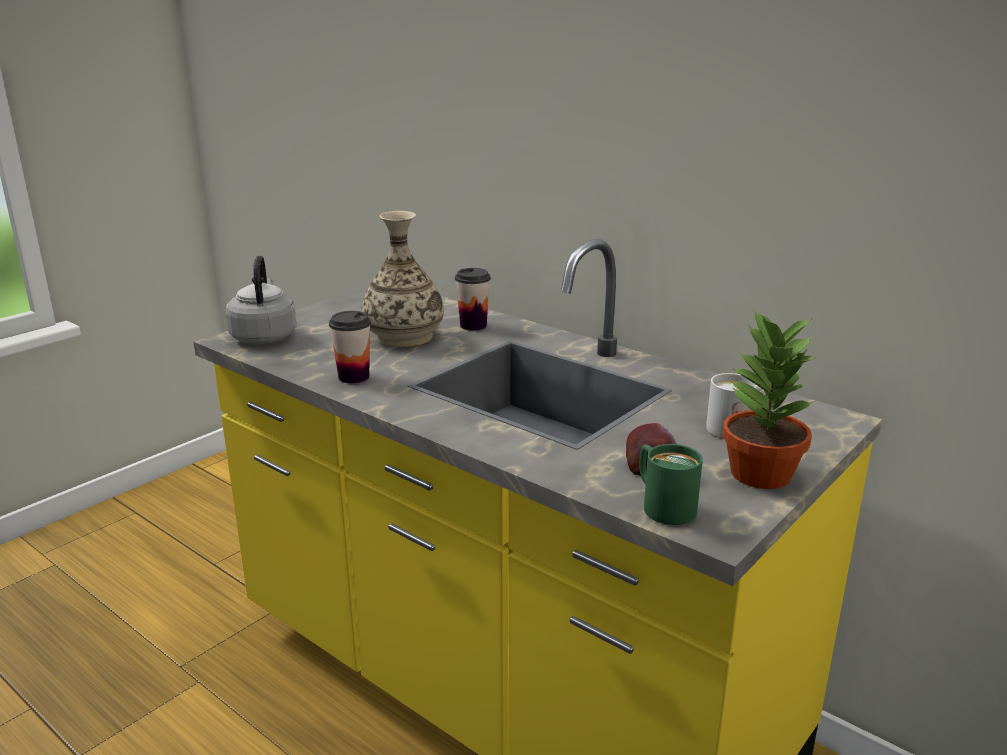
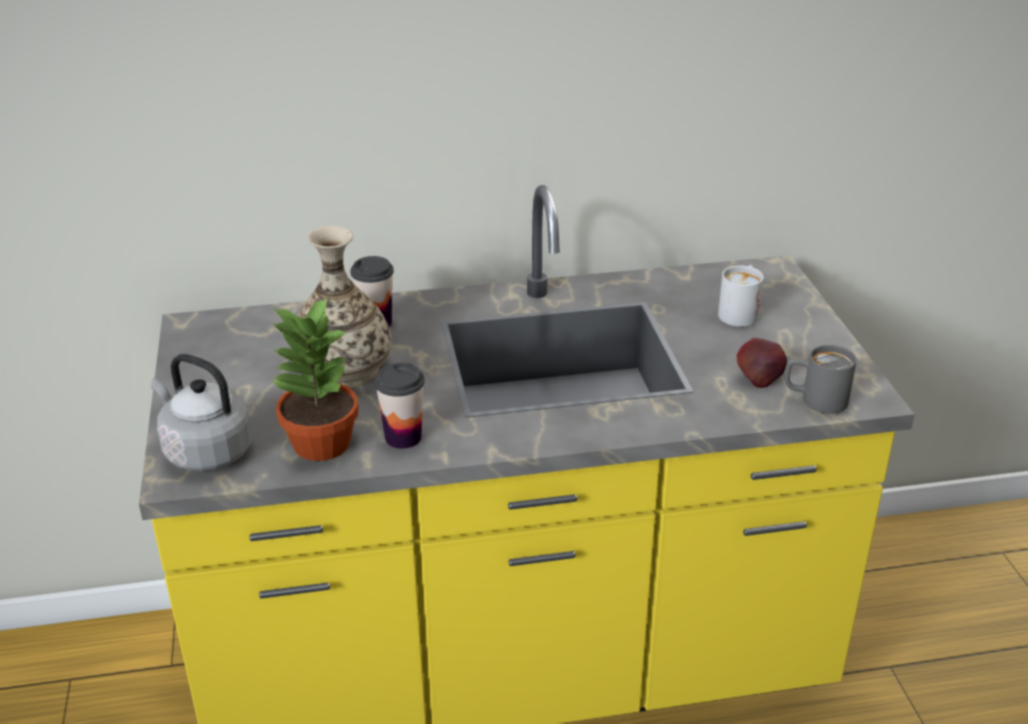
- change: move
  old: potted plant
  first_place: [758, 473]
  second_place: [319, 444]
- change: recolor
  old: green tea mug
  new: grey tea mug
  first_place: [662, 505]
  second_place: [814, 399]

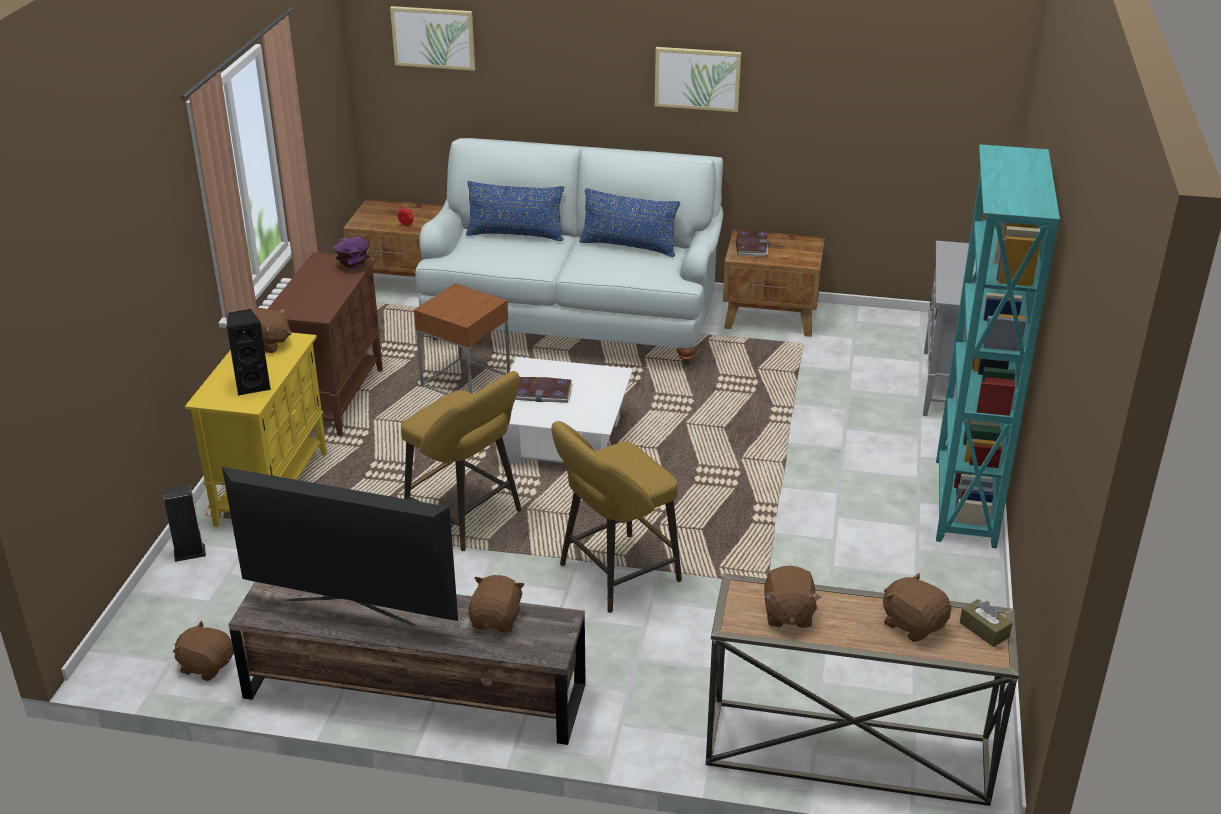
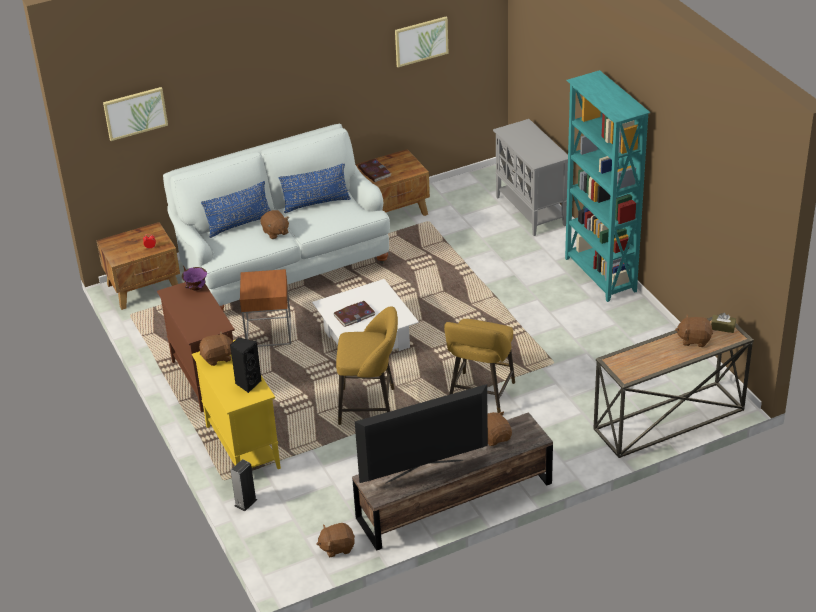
- change: move
  old: wall picture
  first_place: [697, 78]
  second_place: [421, 41]
- change: move
  old: brownish cuddly toy
  first_place: [787, 614]
  second_place: [275, 232]

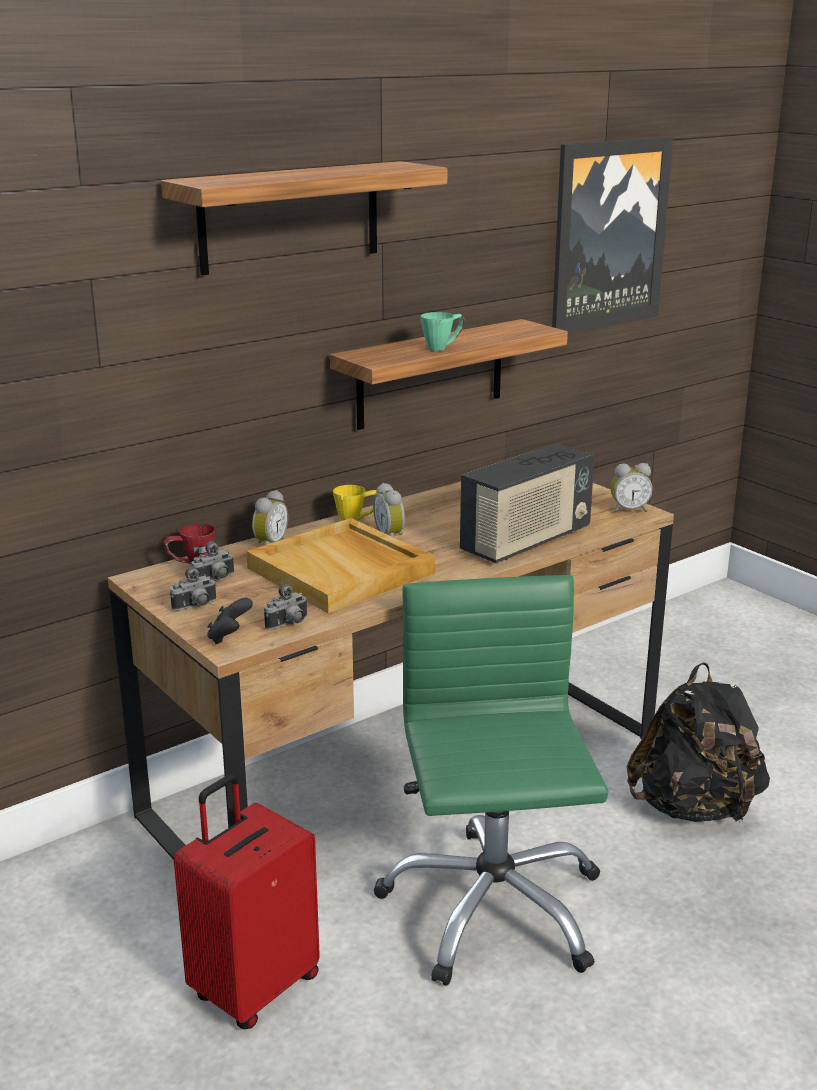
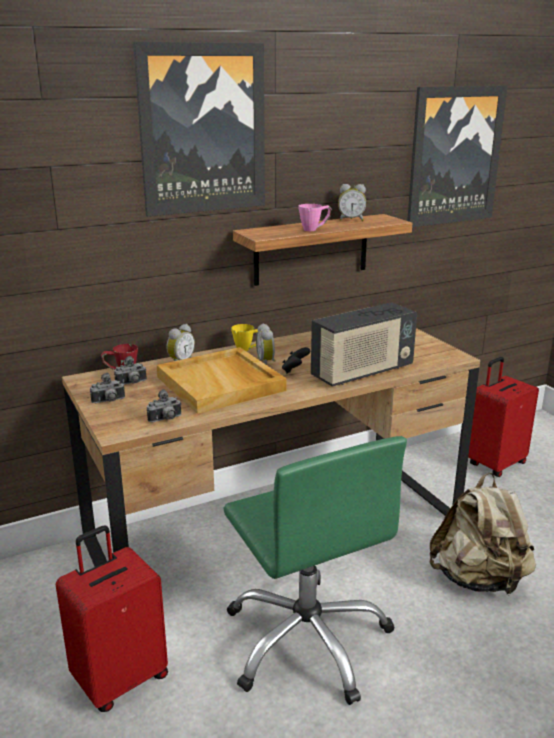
- change: replace
  old: bracket shelf
  new: wall picture
  first_place: [290, 217]
  second_place: [202, 129]
- change: recolor
  old: green tea mug
  new: pink-coloured tea mug
  first_place: [443, 347]
  second_place: [314, 229]
- change: move
  old: bedside clock
  first_place: [629, 510]
  second_place: [351, 220]
- change: rotate
  old: green desk chair
  first_place: [492, 907]
  second_place: [307, 639]
  degrees: 150
- change: move
  old: blackish game controller
  first_place: [229, 637]
  second_place: [295, 370]
- change: recolor
  old: blackish knapsack
  new: beige knapsack
  first_place: [694, 808]
  second_place: [479, 579]
- change: insert
  new: reddish travel case
  second_place: [495, 463]

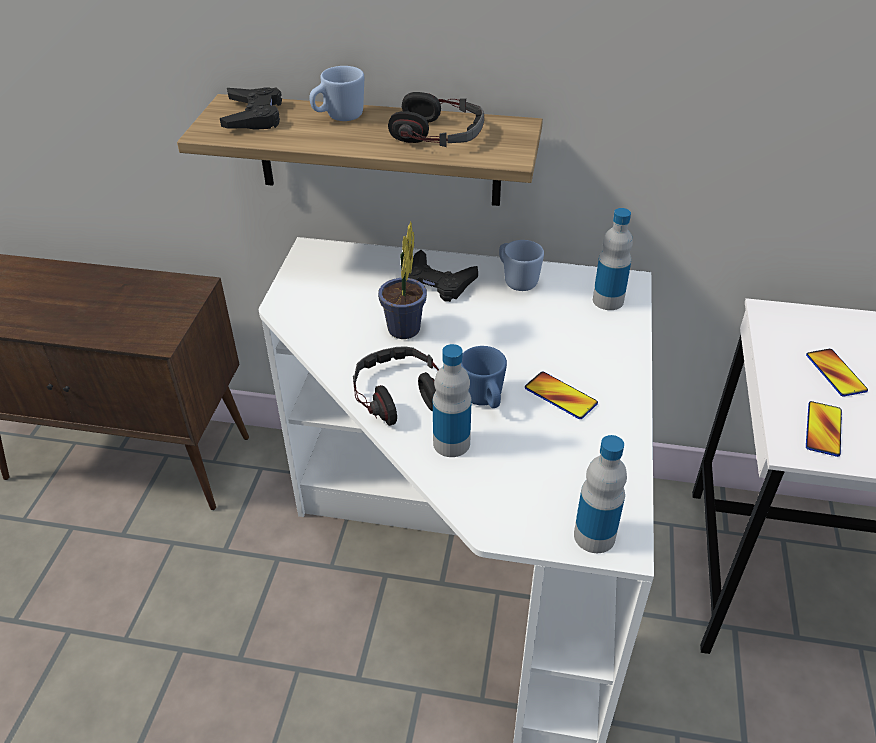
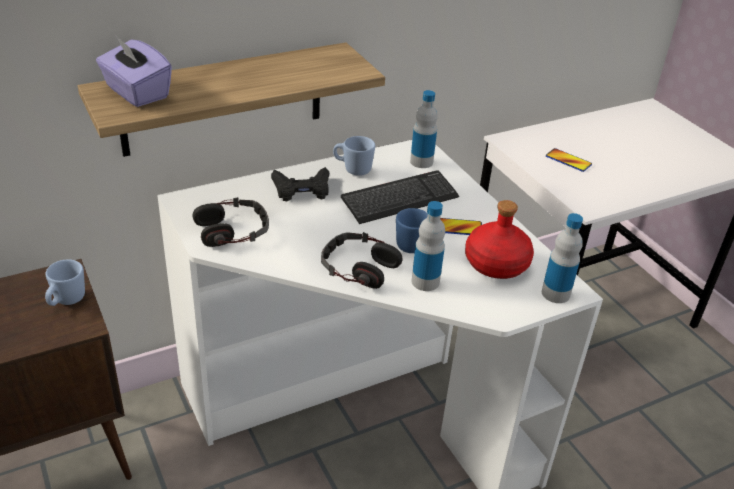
- change: move
  old: bluish tea mug
  first_place: [338, 117]
  second_place: [66, 301]
- change: replace
  old: blackish game controller
  new: purplish box of tissues
  first_place: [253, 115]
  second_place: [136, 92]
- change: move
  old: pair of headphones
  first_place: [438, 133]
  second_place: [232, 230]
- change: delete
  old: potted plant
  first_place: [403, 332]
- change: delete
  old: telephone
  first_place: [823, 429]
- change: insert
  new: computer keyboard
  second_place: [400, 199]
- change: insert
  new: reddish bottle
  second_place: [495, 264]

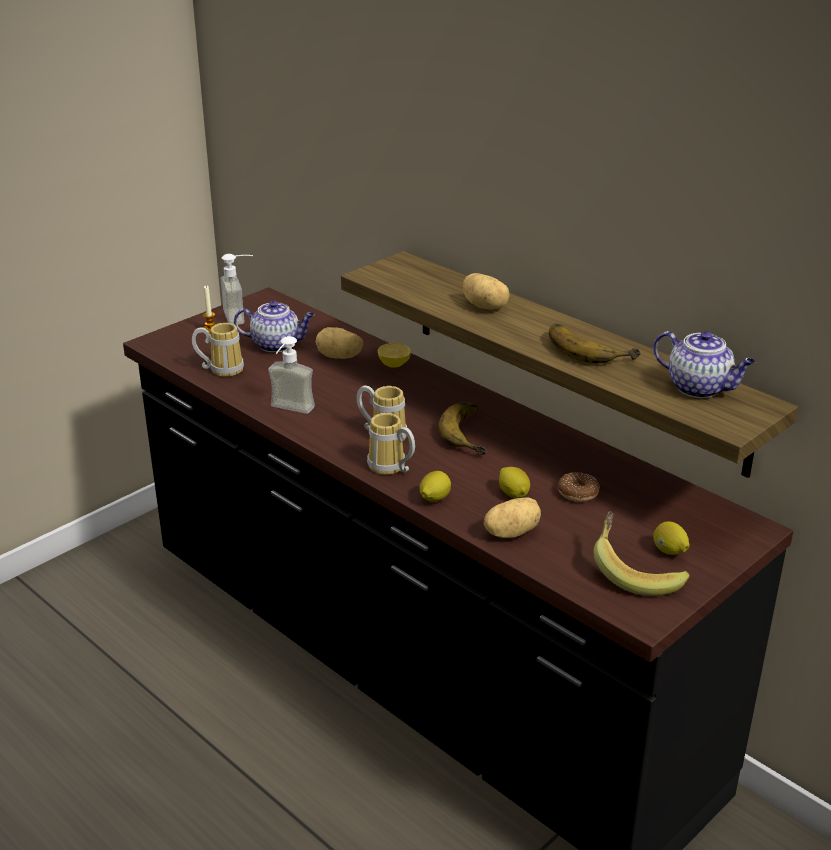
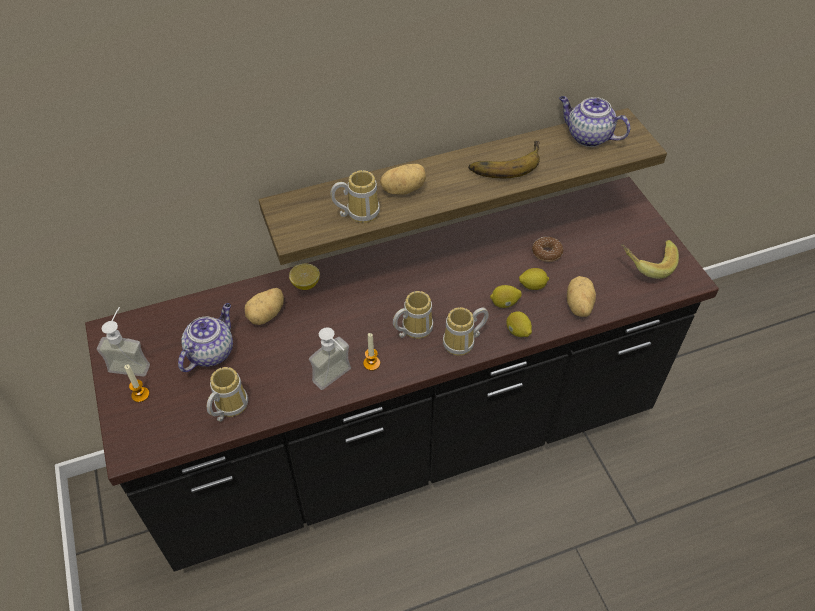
- change: rotate
  old: teapot
  first_place: [700, 388]
  second_place: [587, 137]
  degrees: -120
- change: delete
  old: banana fruit
  first_place: [472, 433]
- change: move
  old: whole lemon
  first_place: [669, 551]
  second_place: [504, 303]
- change: insert
  new: tea mug
  second_place: [358, 212]
- change: insert
  new: wax light
  second_place: [371, 363]

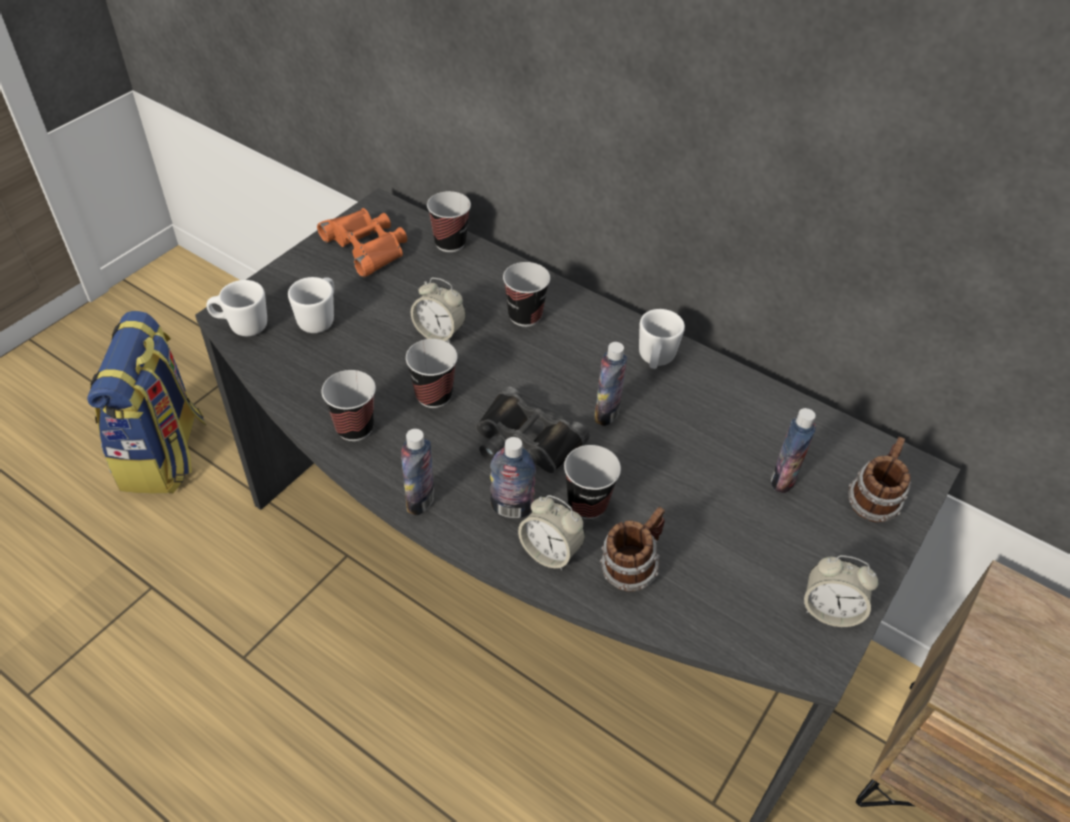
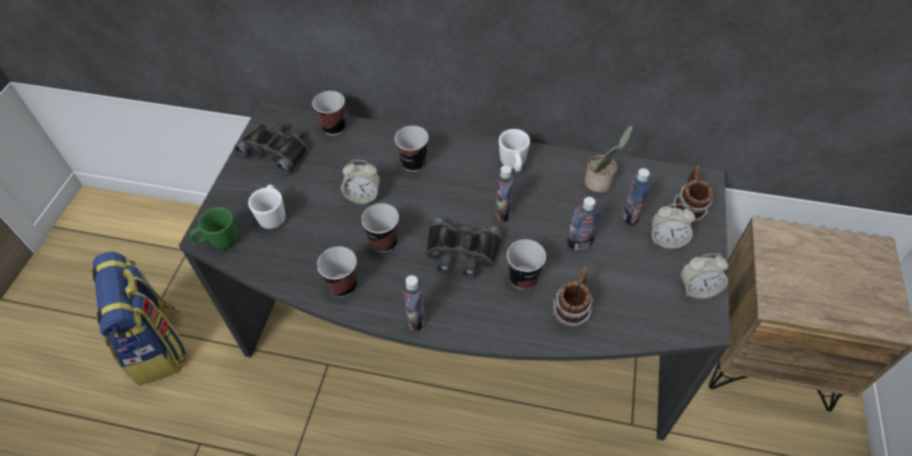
- change: recolor
  old: orange binoculars
  new: blackish binoculars
  first_place: [367, 246]
  second_place: [277, 150]
- change: recolor
  old: white-coloured tea mug
  new: green tea mug
  first_place: [242, 326]
  second_place: [219, 241]
- change: move
  old: bottle
  first_place: [511, 508]
  second_place: [579, 243]
- change: move
  old: bedside clock
  first_place: [550, 552]
  second_place: [666, 239]
- change: insert
  new: potted plant
  second_place: [600, 182]

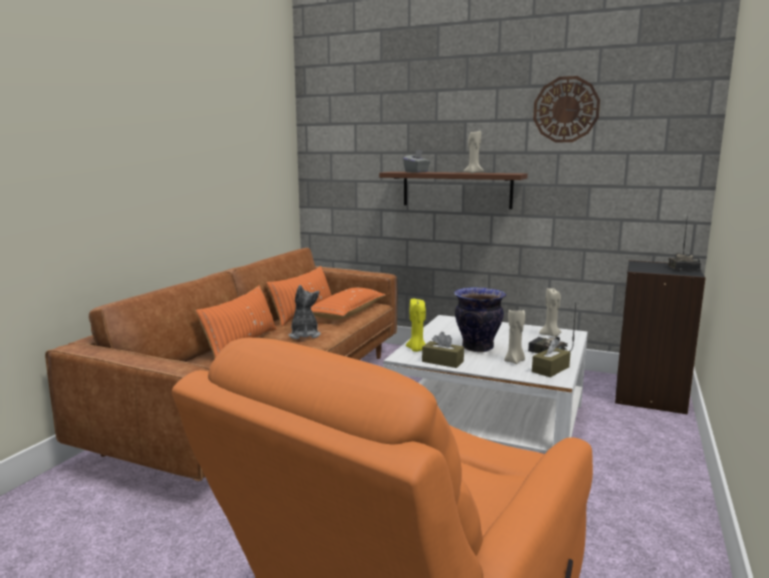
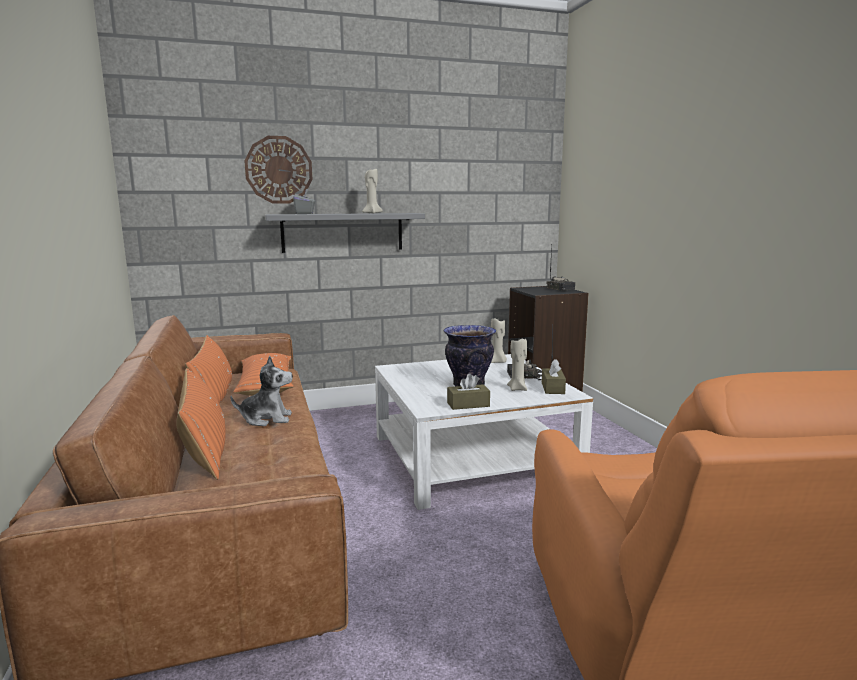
- change: move
  old: hanging clock
  first_place: [566, 109]
  second_place: [279, 170]
- change: recolor
  old: brownish bracket shelf
  new: grey bracket shelf
  first_place: [456, 189]
  second_place: [342, 232]
- change: rotate
  old: cuddly toy
  first_place: [304, 335]
  second_place: [266, 419]
  degrees: 135
- change: delete
  old: yellow wax light
  first_place: [416, 350]

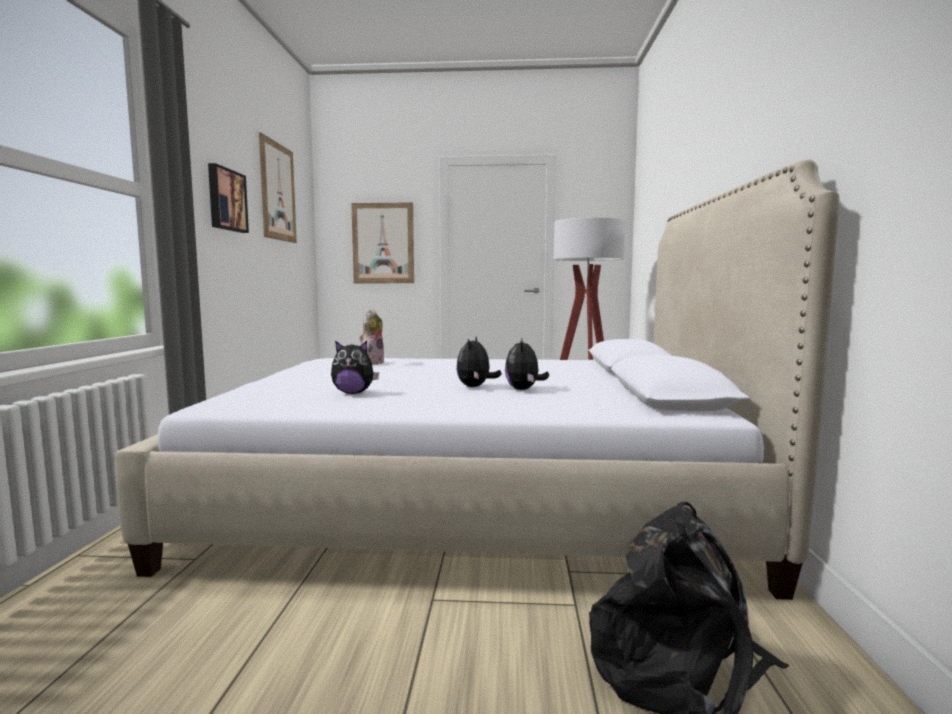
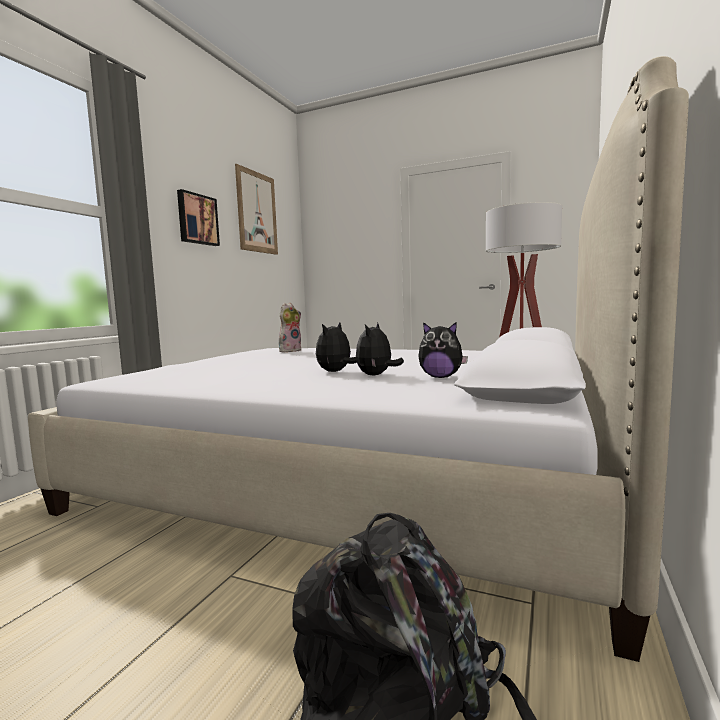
- change: delete
  old: wall picture
  first_place: [383, 243]
- change: move
  old: cuddly toy
  first_place: [353, 393]
  second_place: [441, 377]

